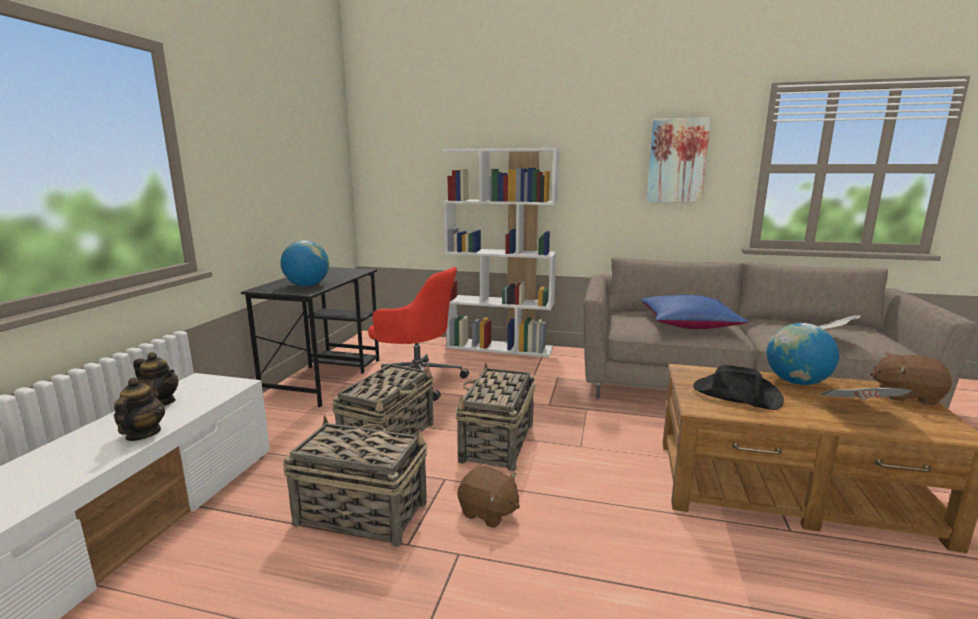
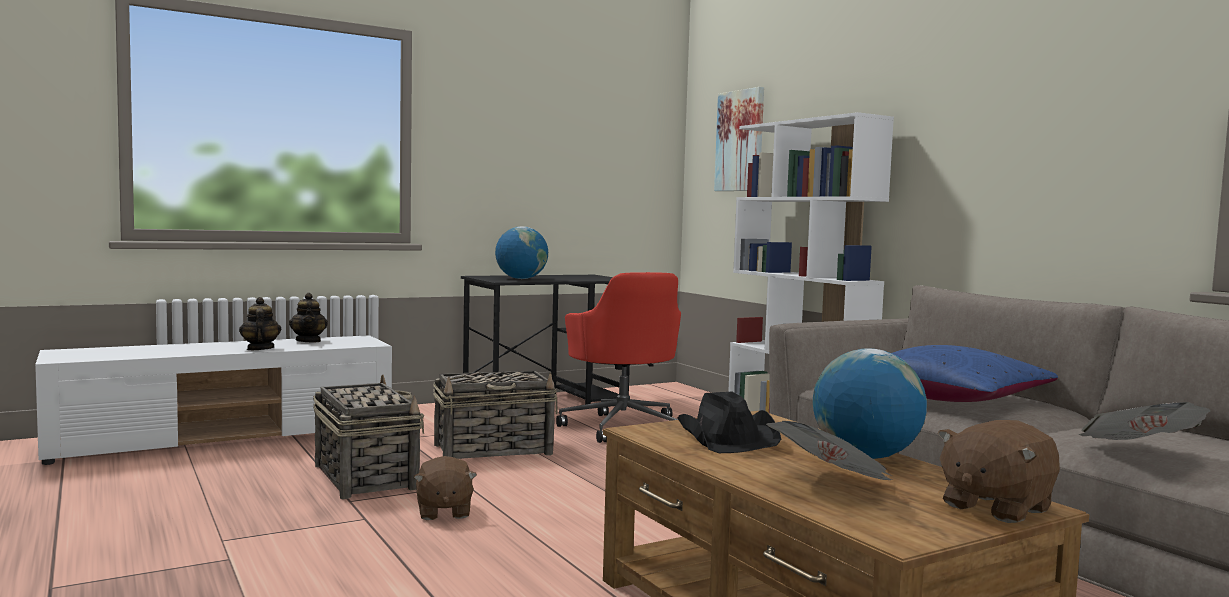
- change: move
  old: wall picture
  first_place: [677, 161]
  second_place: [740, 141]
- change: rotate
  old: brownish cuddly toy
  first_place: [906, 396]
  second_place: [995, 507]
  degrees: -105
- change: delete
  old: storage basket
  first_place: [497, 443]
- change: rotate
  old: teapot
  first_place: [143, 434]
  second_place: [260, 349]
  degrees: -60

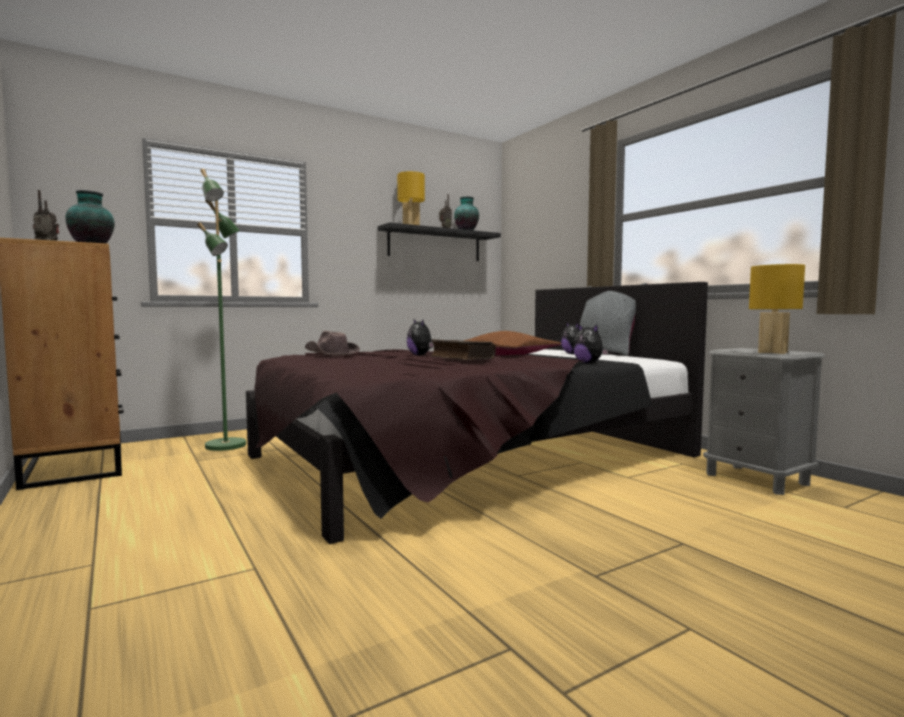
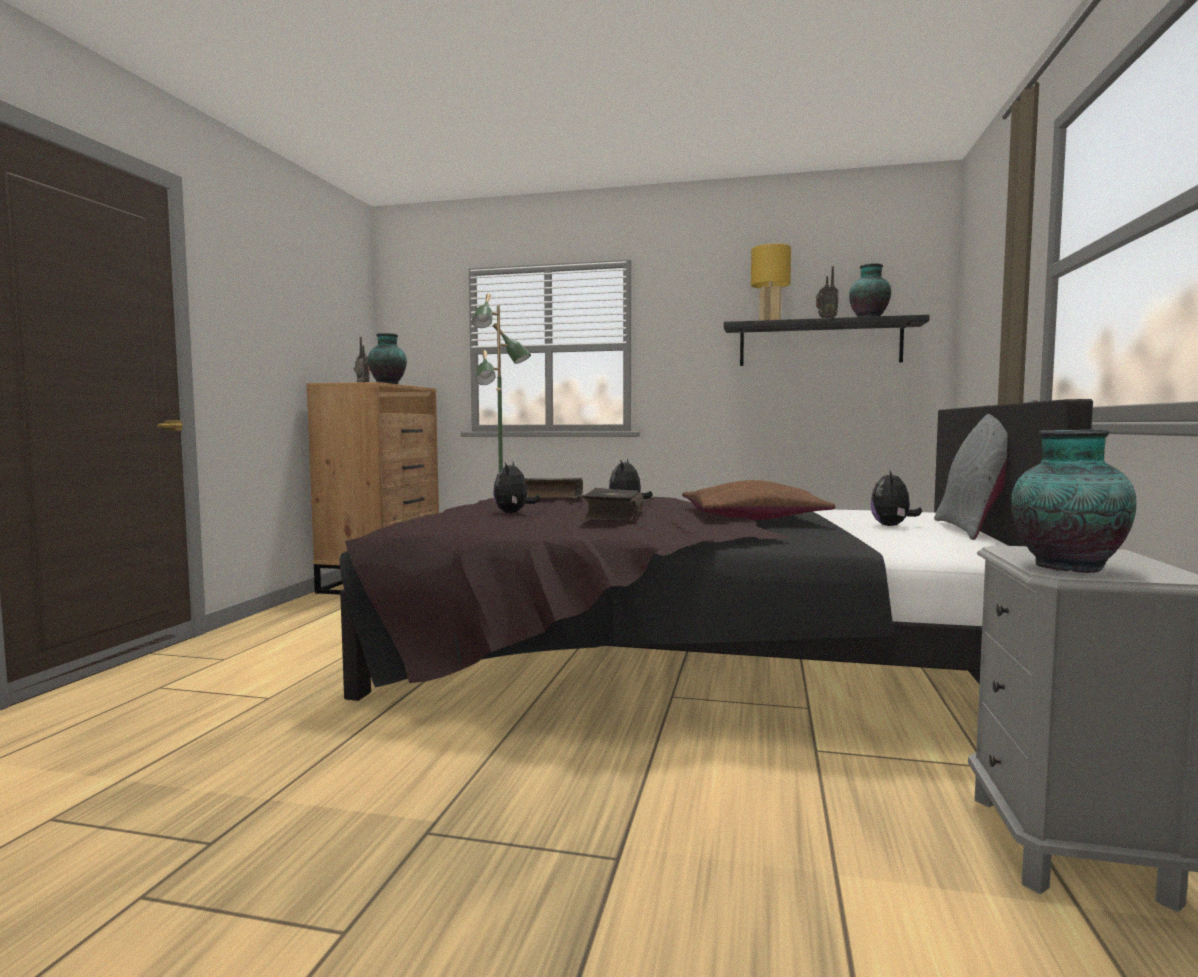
- change: replace
  old: yellow table lamp
  new: vase
  first_place: [772, 352]
  second_place: [1065, 567]
- change: move
  old: cuddly toy
  first_place: [588, 363]
  second_place: [513, 513]
- change: replace
  old: brownish hat
  new: bound book
  first_place: [331, 353]
  second_place: [548, 497]

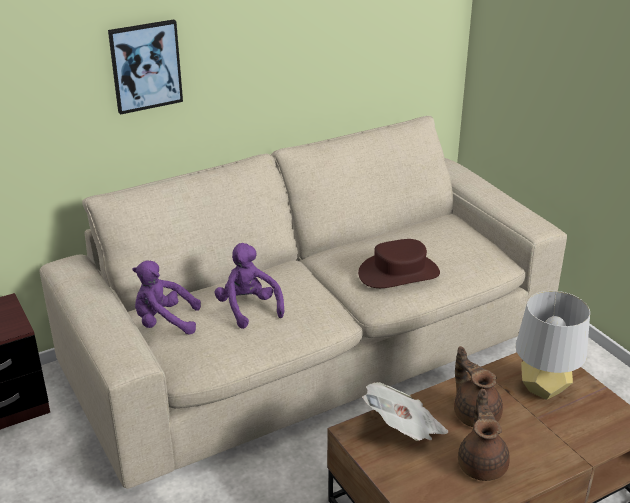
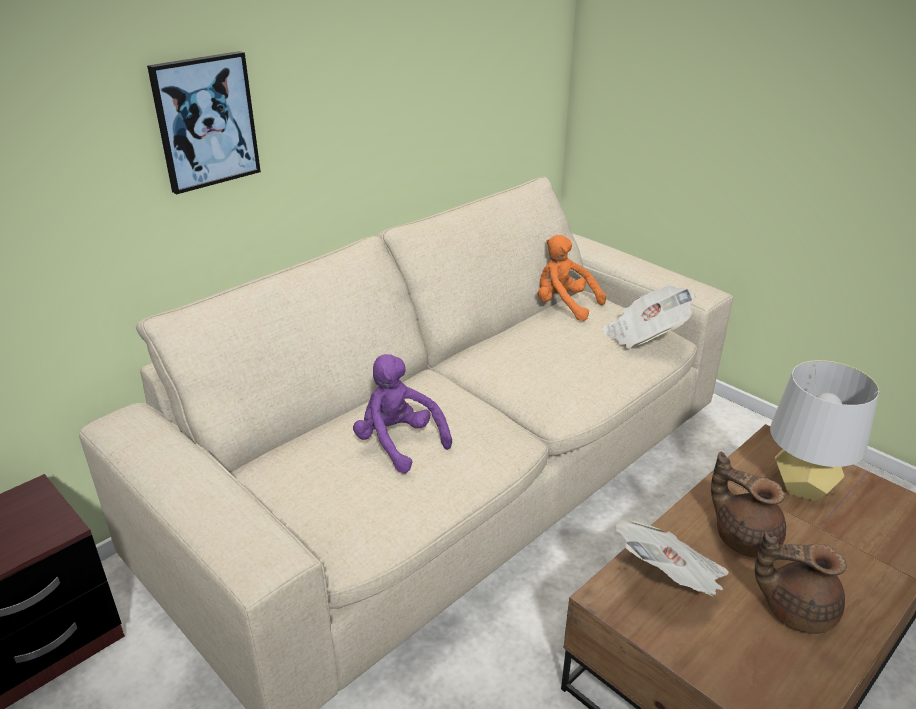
- change: delete
  old: brownish hat
  first_place: [399, 273]
- change: delete
  old: purplish cuddly toy
  first_place: [164, 322]
- change: rotate
  old: brownish teapot
  first_place: [482, 464]
  second_place: [795, 609]
  degrees: -60
- change: insert
  new: orange cuddly toy
  second_place: [564, 305]
- change: insert
  new: newspaper
  second_place: [644, 335]

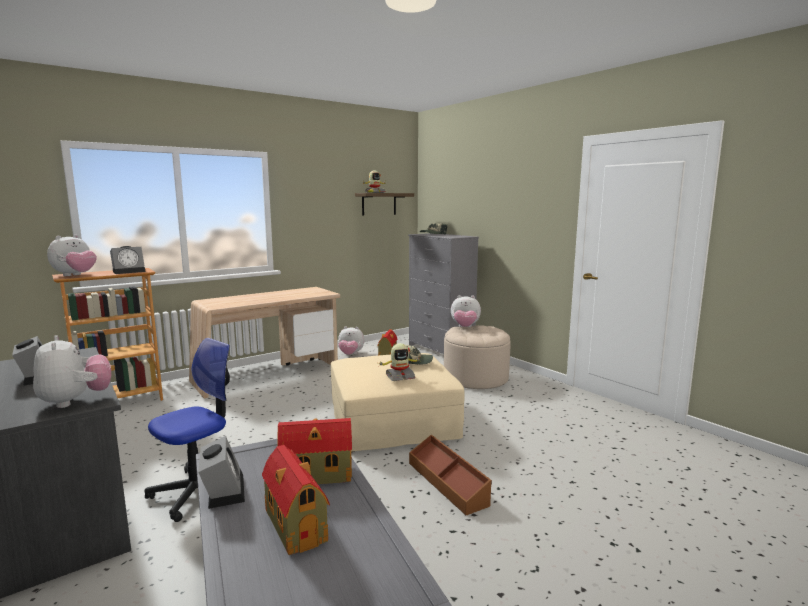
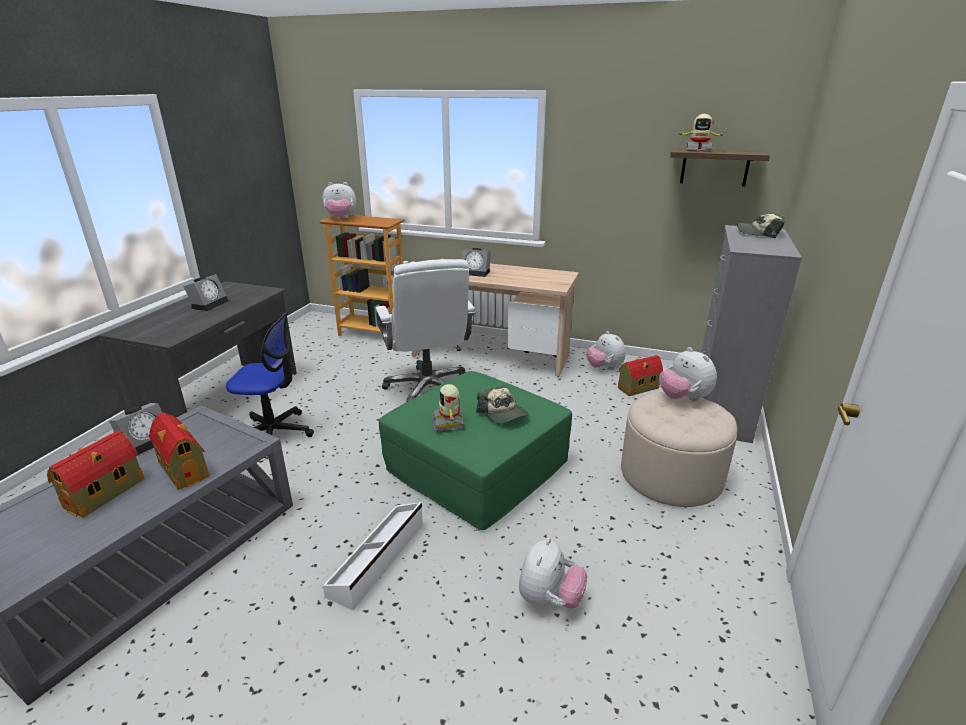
- change: move
  old: bedside clock
  first_place: [130, 271]
  second_place: [476, 272]
- change: move
  old: cuddly toy
  first_place: [75, 401]
  second_place: [549, 599]
- change: rotate
  old: robot figure
  first_place: [400, 376]
  second_place: [449, 422]
  degrees: 45
- change: recolor
  old: beige ottoman
  new: green ottoman
  first_place: [392, 420]
  second_place: [477, 465]
- change: recolor
  old: brownish storage container
  new: white-coloured storage container
  first_place: [448, 483]
  second_place: [379, 559]
- change: insert
  new: white-coloured desk chair
  second_place: [428, 389]

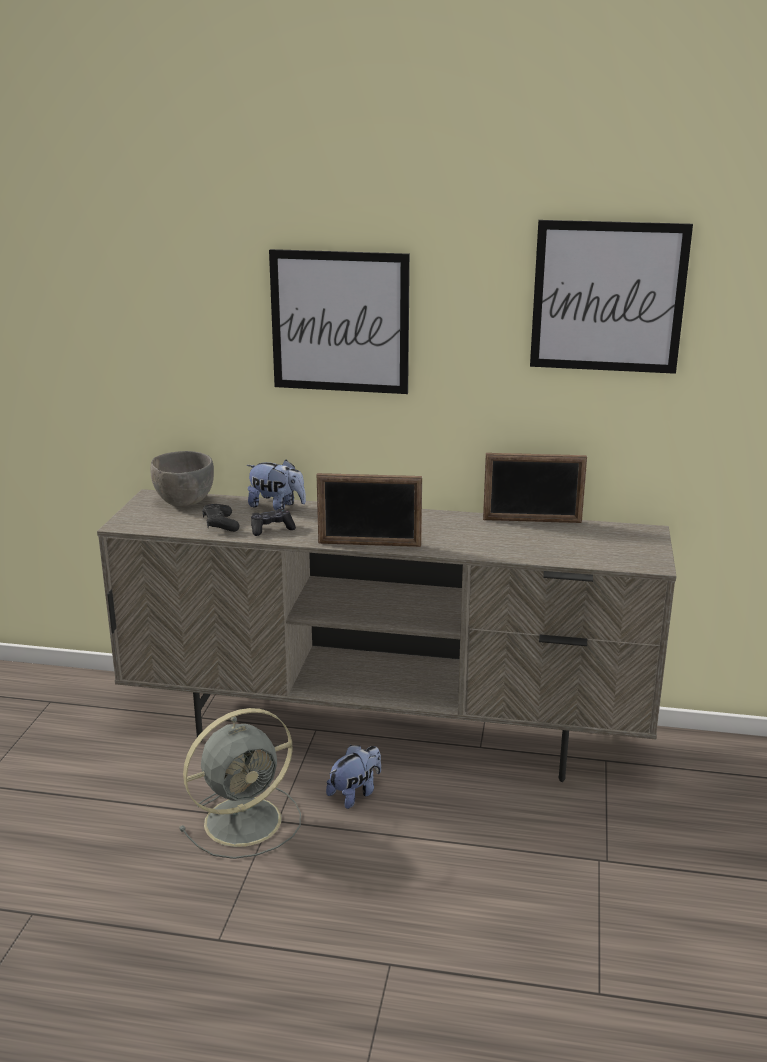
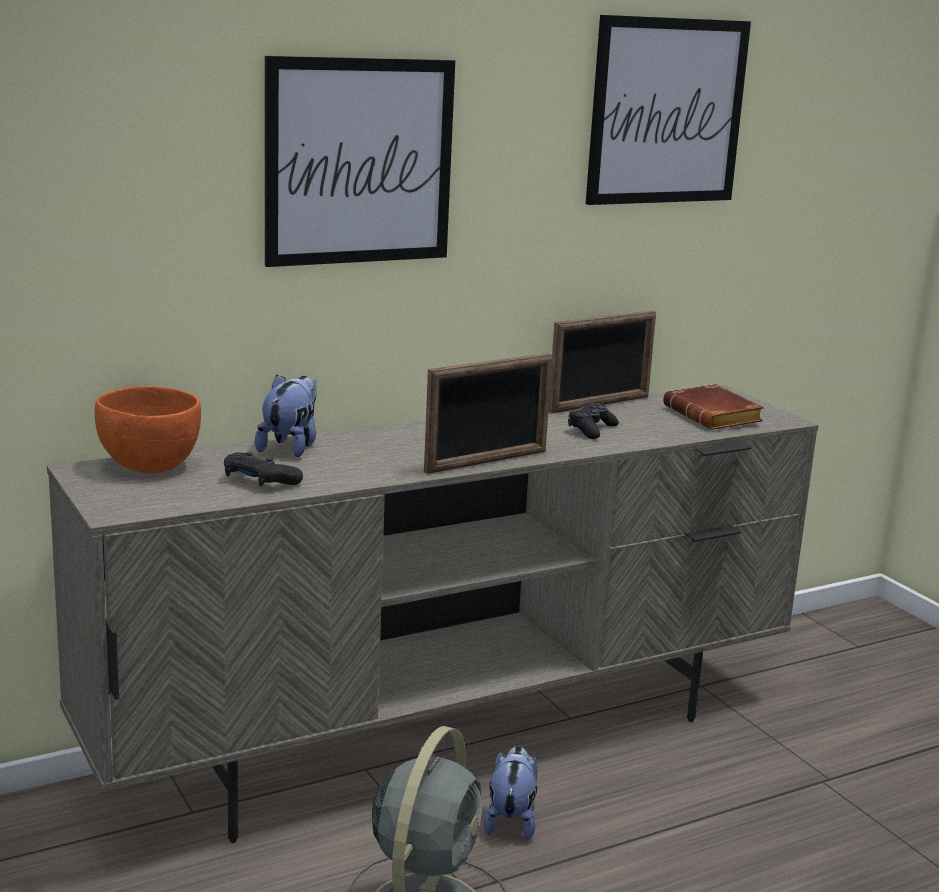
- change: recolor
  old: grey deep dish
  new: orange deep dish
  first_place: [184, 501]
  second_place: [149, 466]
- change: rotate
  old: cuddly toy
  first_place: [277, 507]
  second_place: [290, 447]
  degrees: -60
- change: move
  old: blackish game controller
  first_place: [271, 529]
  second_place: [591, 430]
- change: insert
  new: brownish bound book
  second_place: [715, 417]

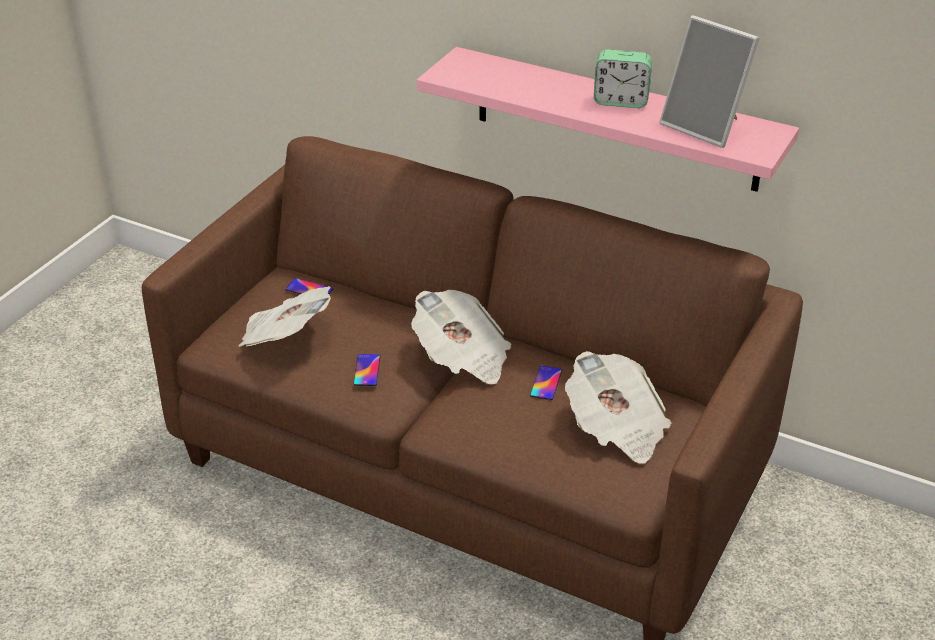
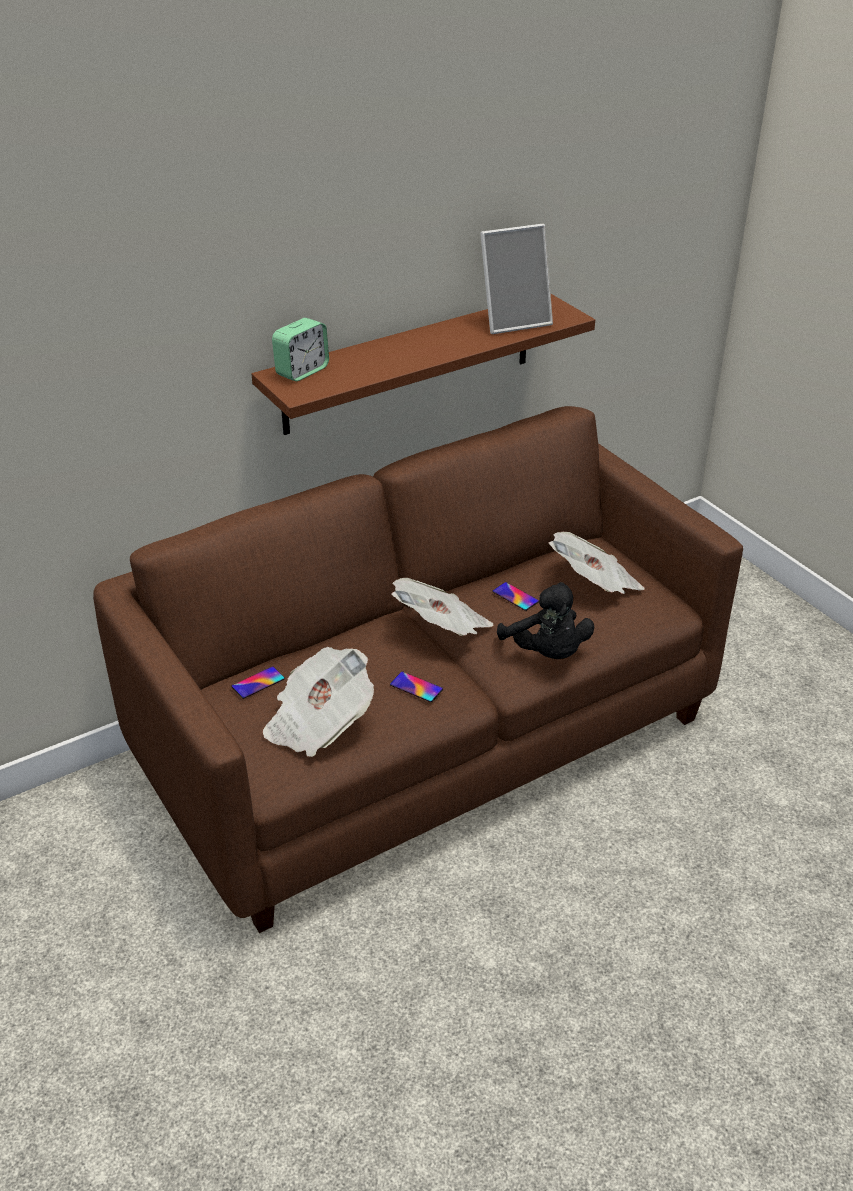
- change: recolor
  old: pink-coloured bracket shelf
  new: brownish bracket shelf
  first_place: [616, 119]
  second_place: [409, 363]
- change: move
  old: bedside clock
  first_place: [621, 101]
  second_place: [302, 371]
- change: insert
  new: blackish cuddly toy
  second_place: [547, 653]

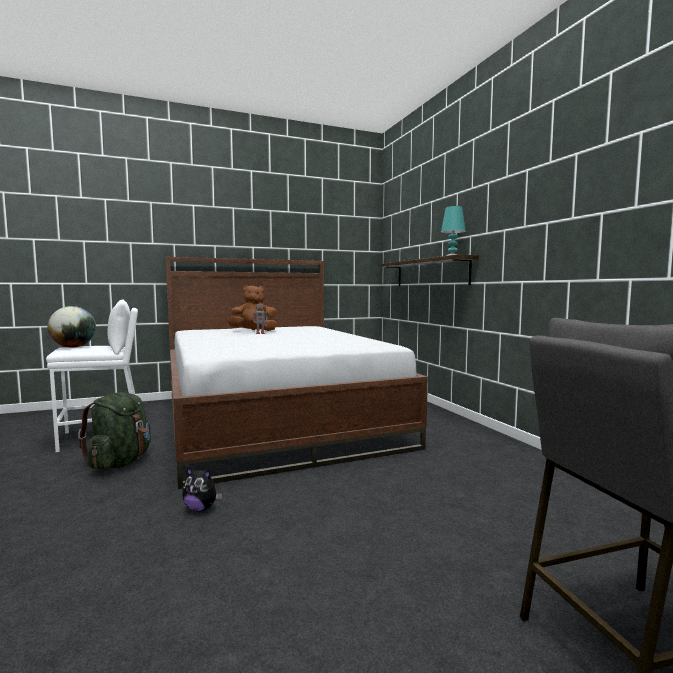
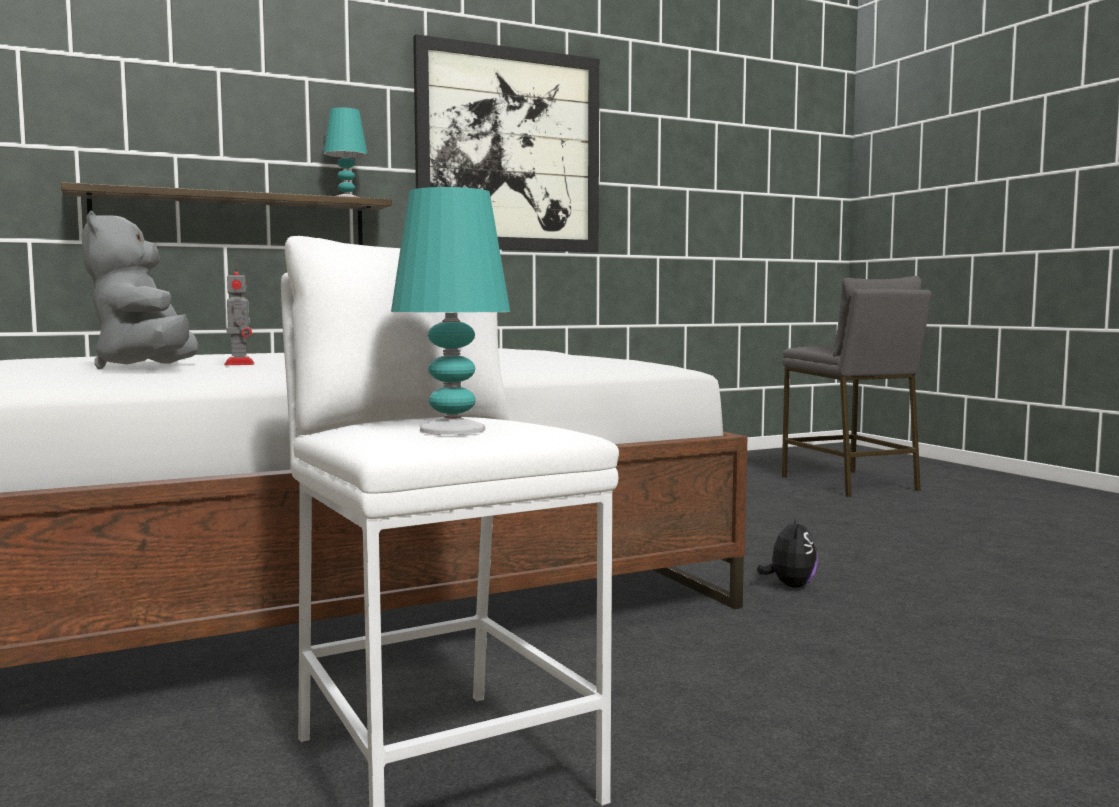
- change: recolor
  old: brownish cuddly toy
  new: grey cuddly toy
  first_place: [253, 331]
  second_place: [148, 368]
- change: replace
  old: world globe
  new: turquoise-coloured table lamp
  first_place: [73, 347]
  second_place: [452, 429]
- change: delete
  old: green knapsack
  first_place: [120, 462]
- change: insert
  new: wall picture
  second_place: [509, 150]

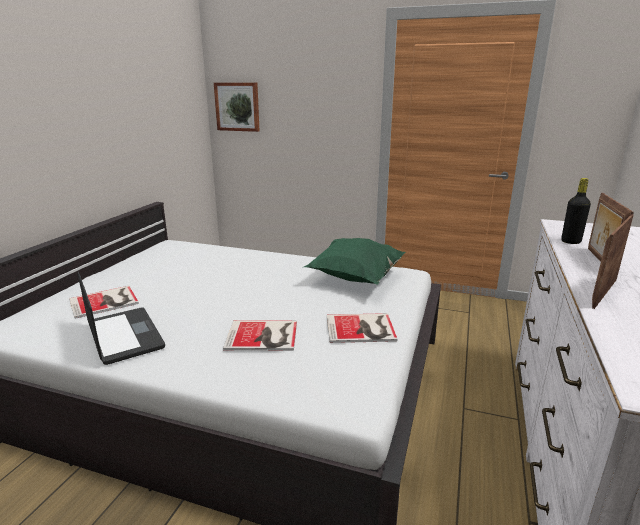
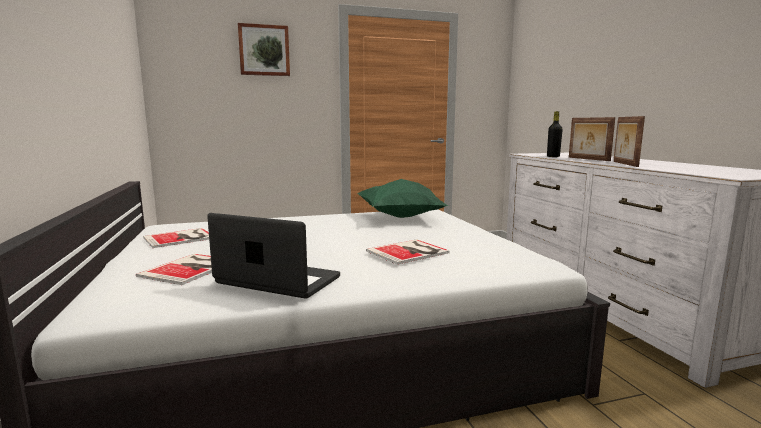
- change: move
  old: wall picture
  first_place: [237, 106]
  second_place: [264, 50]
- change: move
  old: bound book
  first_place: [362, 329]
  second_place: [181, 238]

